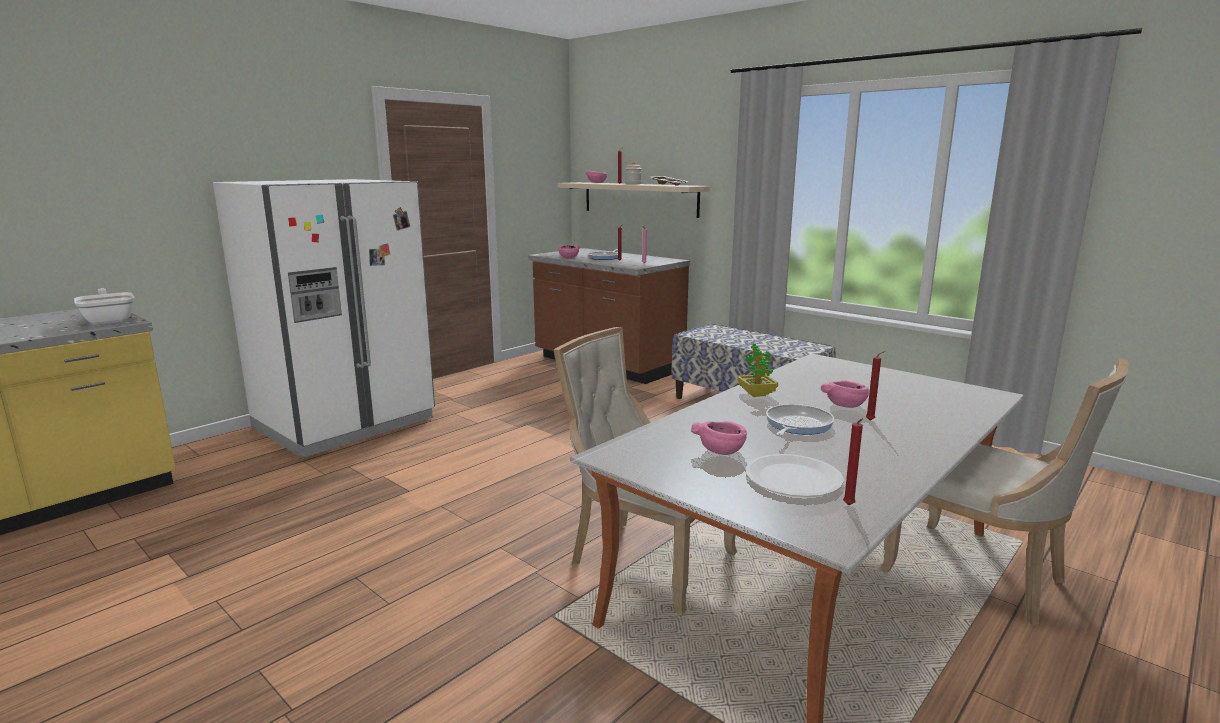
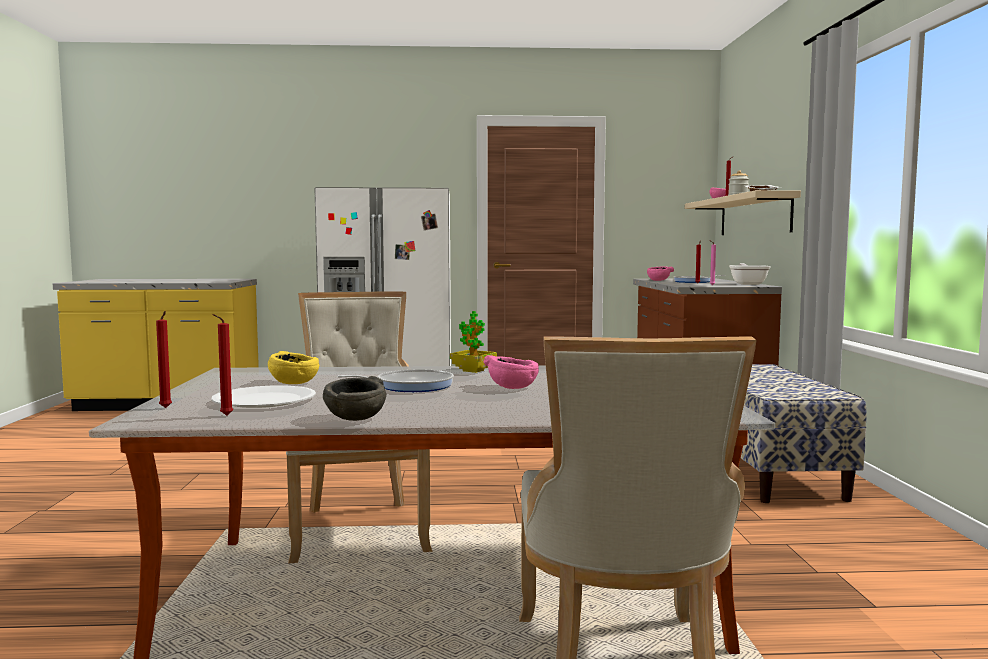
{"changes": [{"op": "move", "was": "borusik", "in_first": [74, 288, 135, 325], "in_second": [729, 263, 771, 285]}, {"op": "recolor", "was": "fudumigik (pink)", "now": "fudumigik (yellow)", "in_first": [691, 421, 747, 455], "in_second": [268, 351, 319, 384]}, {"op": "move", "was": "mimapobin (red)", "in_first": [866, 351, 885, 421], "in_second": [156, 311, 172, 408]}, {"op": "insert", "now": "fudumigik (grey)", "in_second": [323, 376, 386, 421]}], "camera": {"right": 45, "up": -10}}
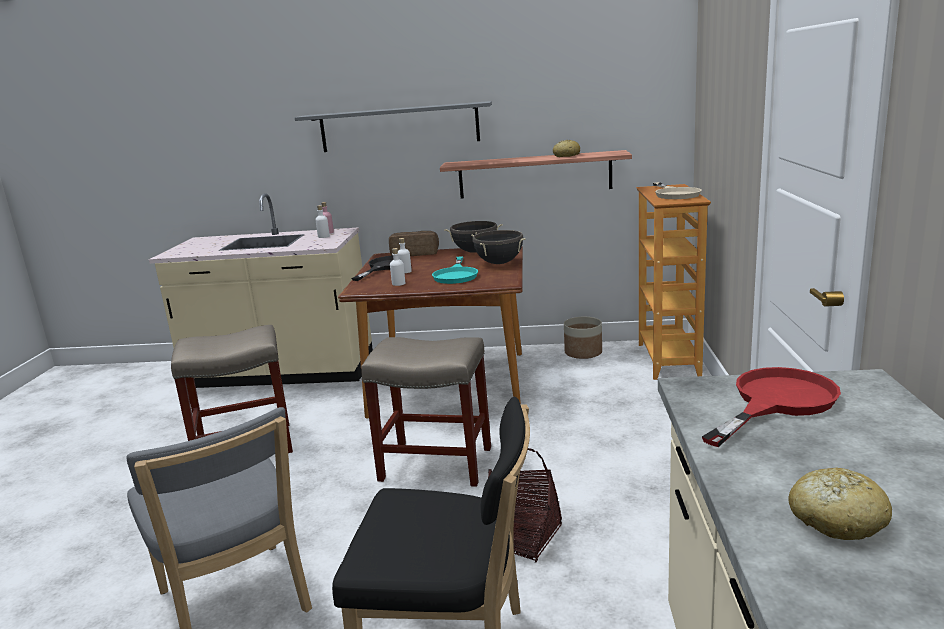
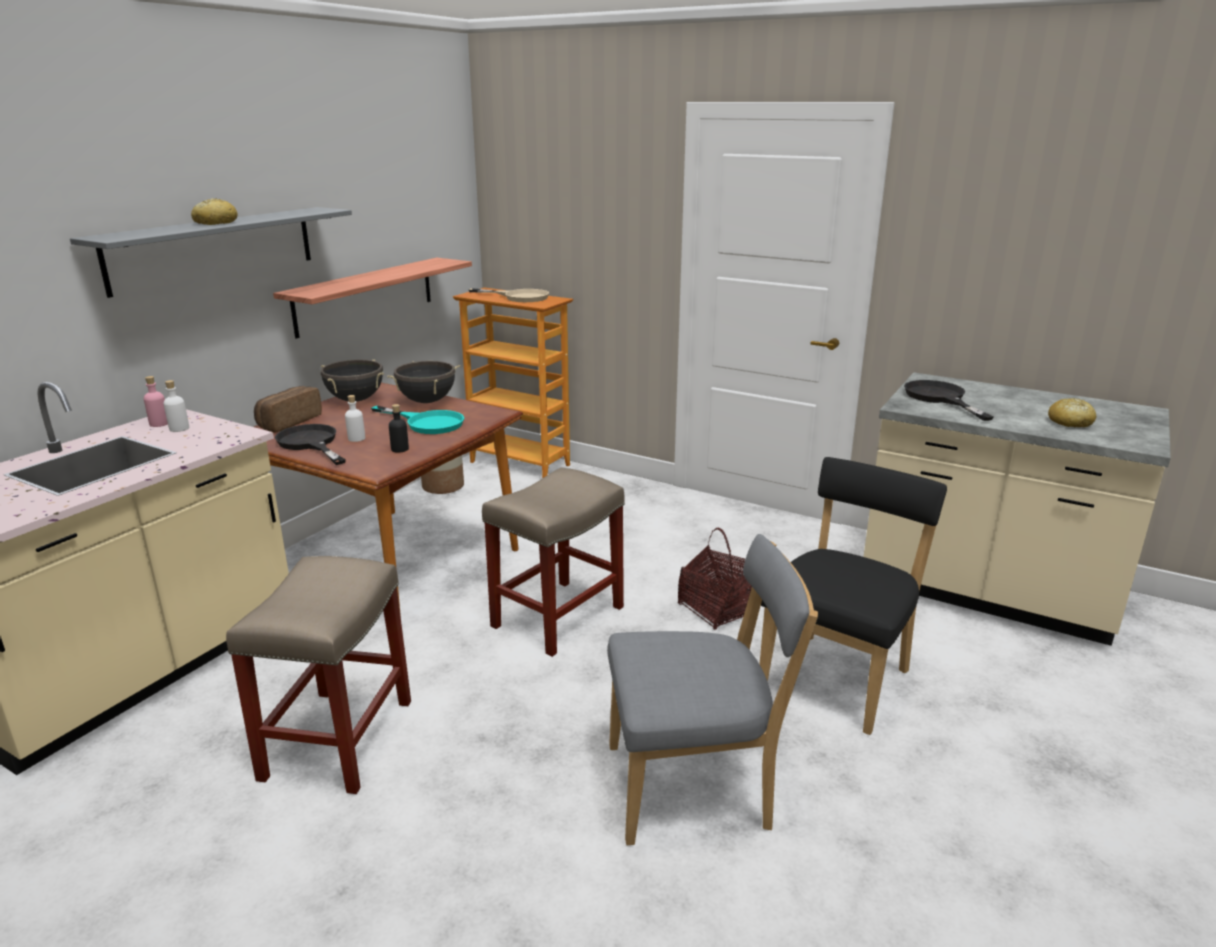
{"changes": [{"op": "recolor", "was": "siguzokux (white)", "now": "siguzokux (black)", "in_first": [390, 248, 405, 286], "in_second": [389, 404, 409, 453]}, {"op": "move", "was": "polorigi", "in_first": [553, 140, 580, 157], "in_second": [191, 198, 238, 225]}, {"op": "recolor", "was": "borusik (red)", "now": "borusik (black)", "in_first": [702, 367, 841, 447], "in_second": [904, 380, 994, 421]}], "camera": {"right": -65, "up": 5}}
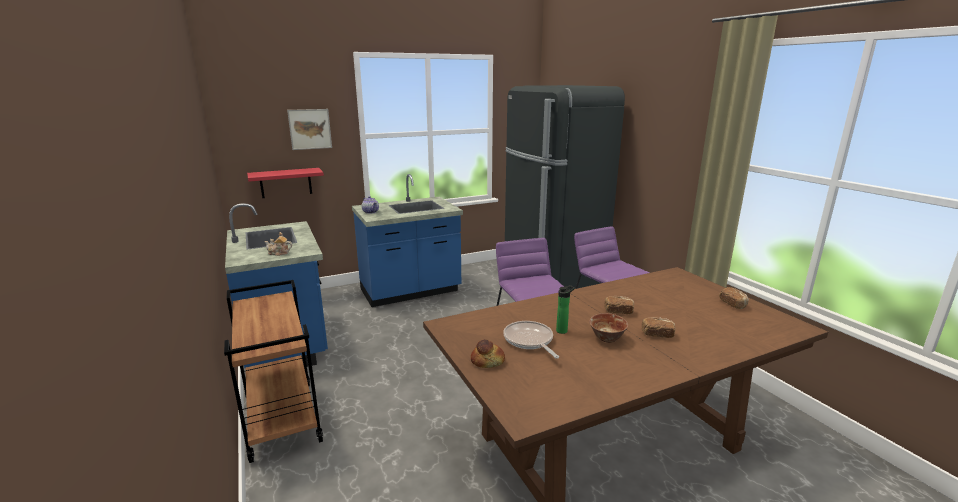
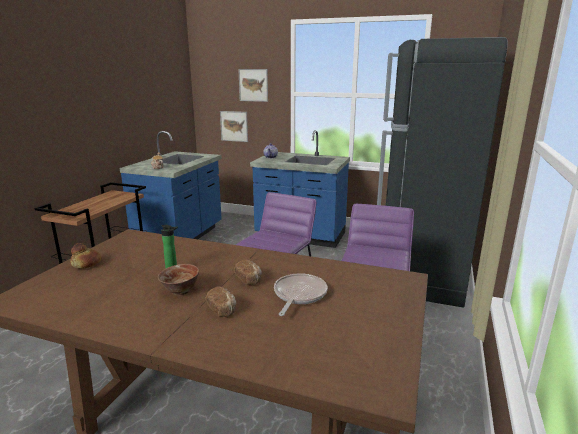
{"changes": [{"op": "replace", "was": "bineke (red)", "now": "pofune", "in_first": [247, 168, 324, 198], "in_second": [220, 111, 248, 142]}, {"op": "move", "was": "borusik", "in_first": [504, 321, 559, 358], "in_second": [274, 273, 328, 316]}, {"op": "delete", "was": "polorigi", "in_first": [719, 287, 749, 309]}], "camera": {"right": 45, "up": 0}}
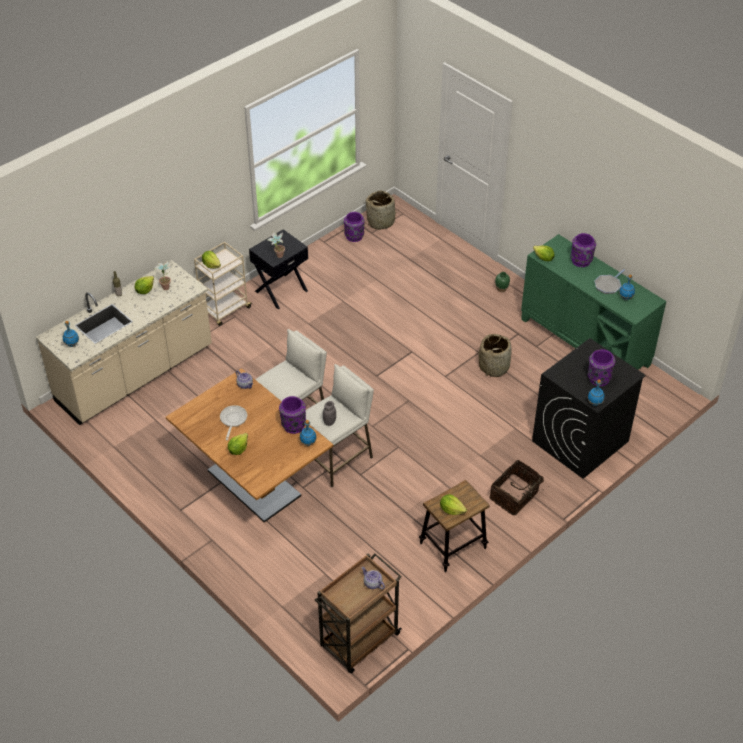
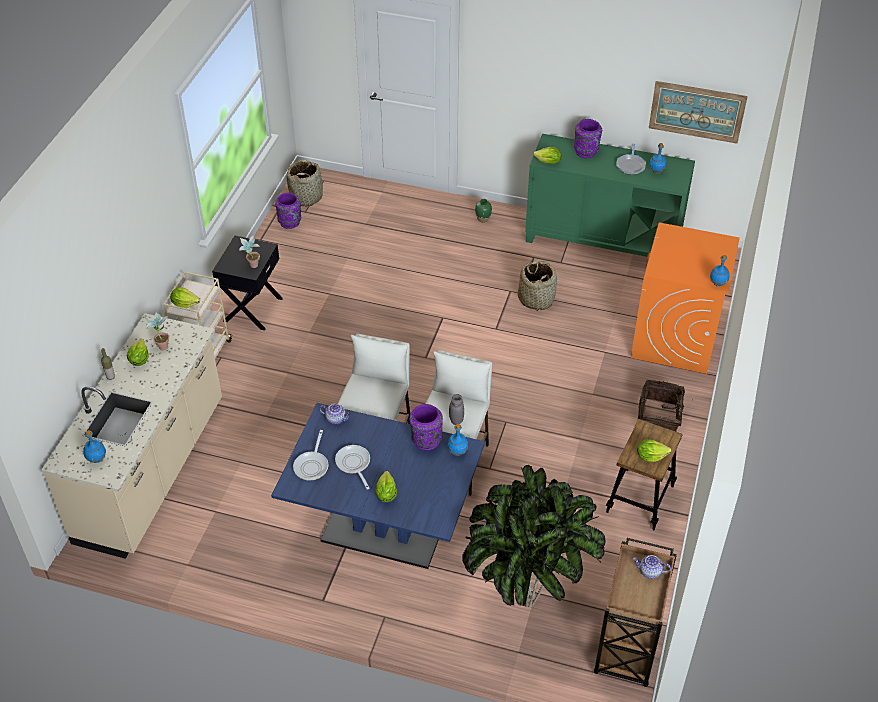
{"changes": [{"op": "recolor", "was": "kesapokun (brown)", "now": "kesapokun (blue)", "in_first": [166, 368, 333, 523], "in_second": [271, 403, 485, 569]}, {"op": "recolor", "was": "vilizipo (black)", "now": "vilizipo (orange)", "in_first": [532, 338, 646, 479], "in_second": [631, 223, 740, 374]}, {"op": "delete", "was": "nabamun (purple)", "in_first": [588, 349, 616, 386]}, {"op": "insert", "now": "borusik", "in_second": [293, 430, 328, 480]}, {"op": "insert", "now": "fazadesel", "in_second": [462, 465, 606, 607]}, {"op": "insert", "now": "pofune", "in_second": [649, 81, 748, 144]}], "camera": {"right": -30, "up": 0}}
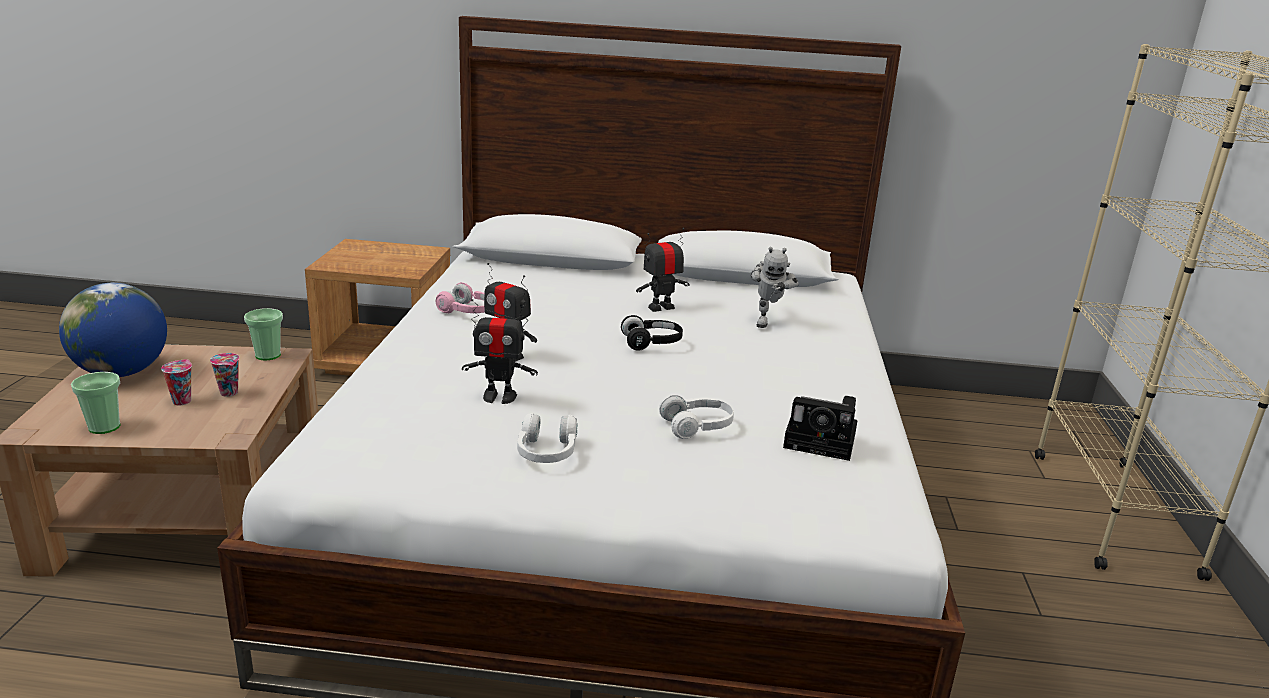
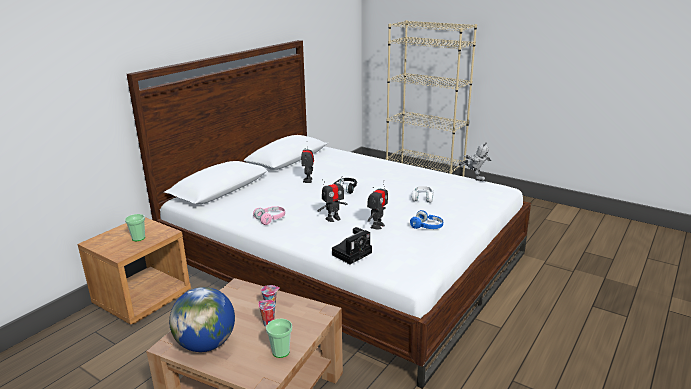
{"changes": [{"op": "move", "was": "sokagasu", "in_first": [244, 308, 283, 360], "in_second": [125, 214, 145, 241]}, {"op": "recolor", "was": "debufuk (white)", "now": "debufuk (blue)", "in_first": [517, 413, 578, 463], "in_second": [410, 210, 443, 229]}, {"op": "move", "was": "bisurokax", "in_first": [750, 247, 799, 328], "in_second": [459, 142, 491, 181]}, {"op": "move", "was": "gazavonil", "in_first": [783, 396, 857, 461], "in_second": [332, 227, 372, 264]}], "camera": {"right": -60, "up": 0}}
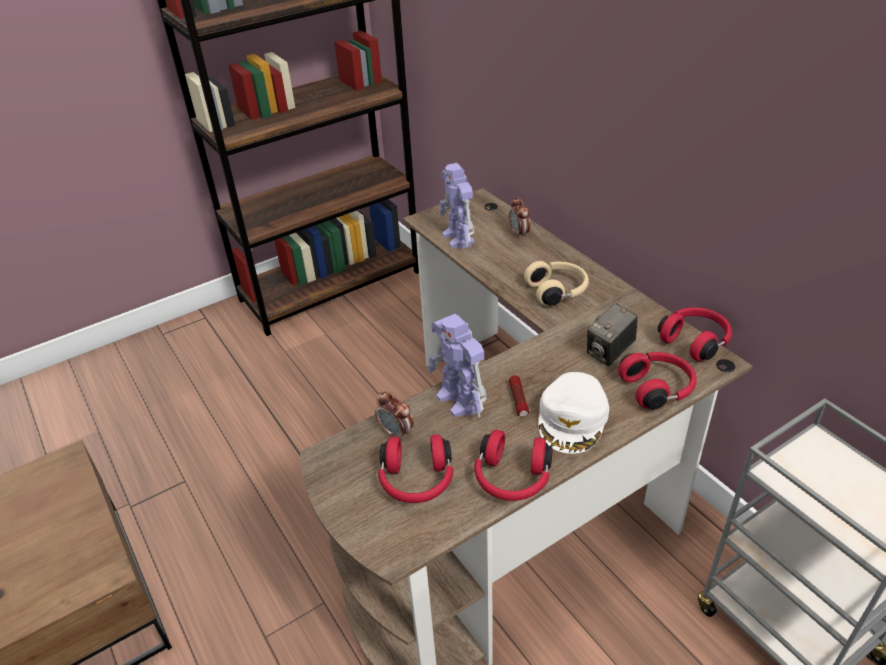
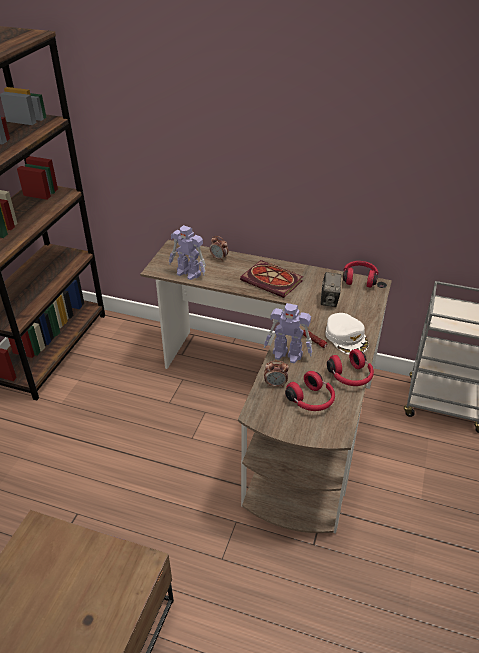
{"changes": [{"op": "replace", "was": "debufuk (beige)", "now": "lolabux", "in_first": [524, 261, 589, 306], "in_second": [240, 260, 303, 298]}, {"op": "delete", "was": "debufuk (red)", "in_first": [618, 352, 697, 409]}], "camera": {"right": -40, "up": 0}}
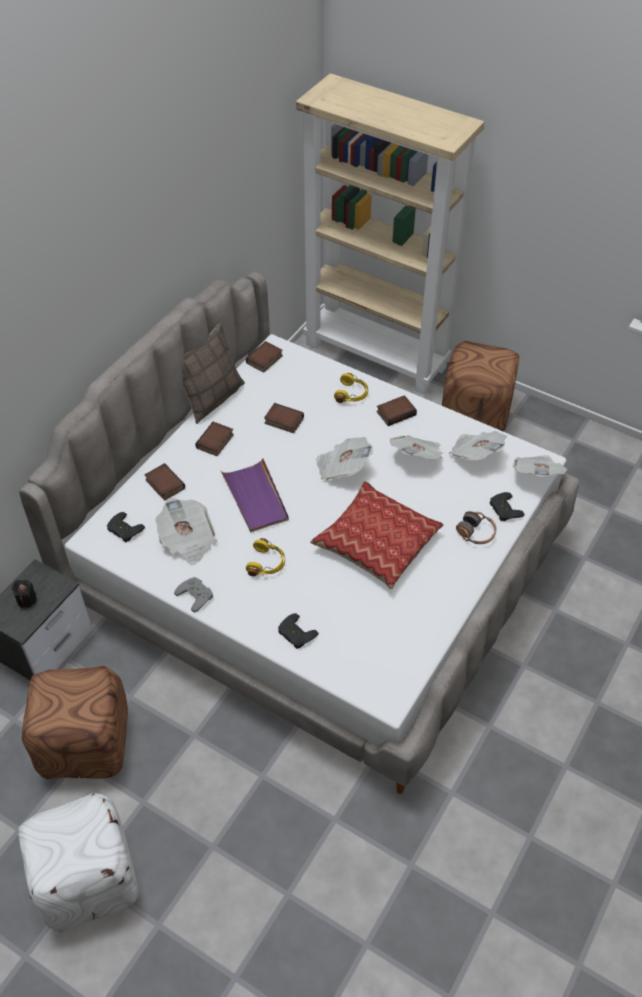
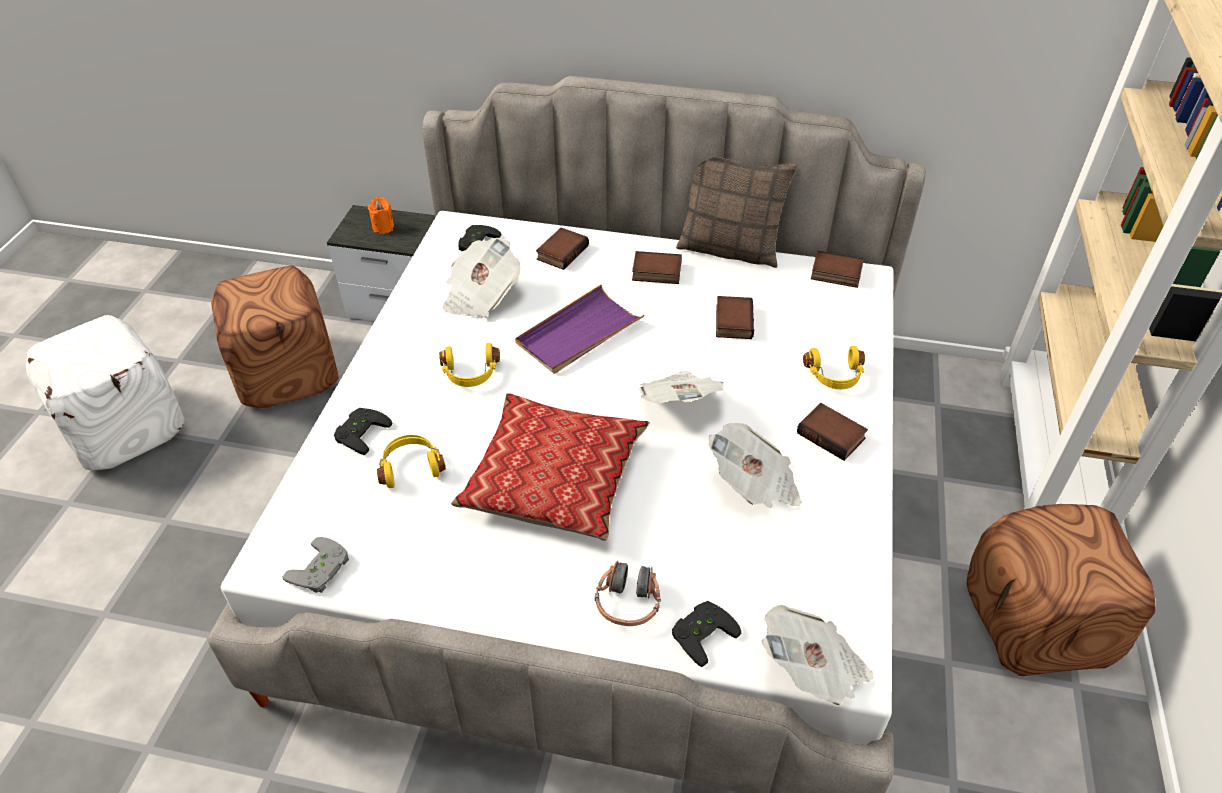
{"changes": [{"op": "recolor", "was": "mimapobin (black)", "now": "mimapobin (orange)", "in_first": [12, 580, 37, 608], "in_second": [368, 197, 394, 234]}, {"op": "move", "was": "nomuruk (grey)", "in_first": [174, 577, 213, 613], "in_second": [283, 537, 349, 593]}, {"op": "delete", "was": "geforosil", "in_first": [448, 432, 508, 461]}, {"op": "insert", "now": "debufuk (yellow)", "in_second": [377, 435, 446, 488]}], "camera": {"right": 70, "up": -5}}
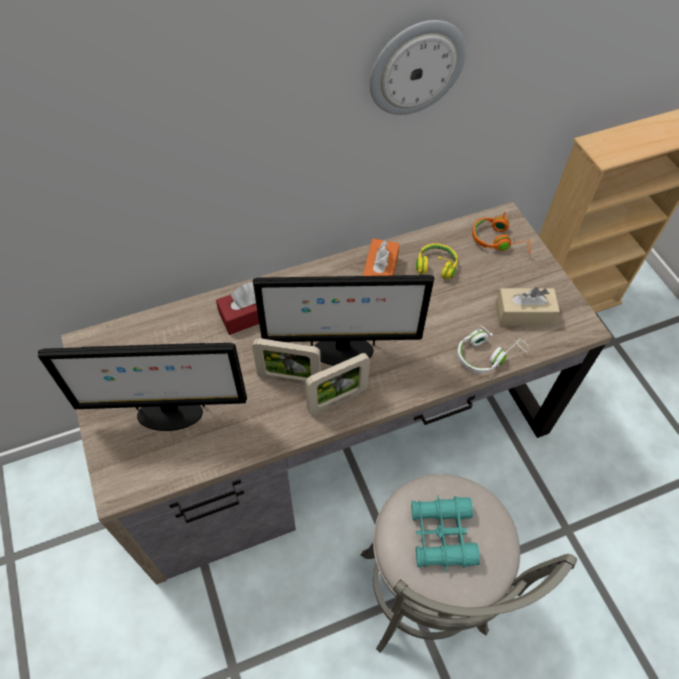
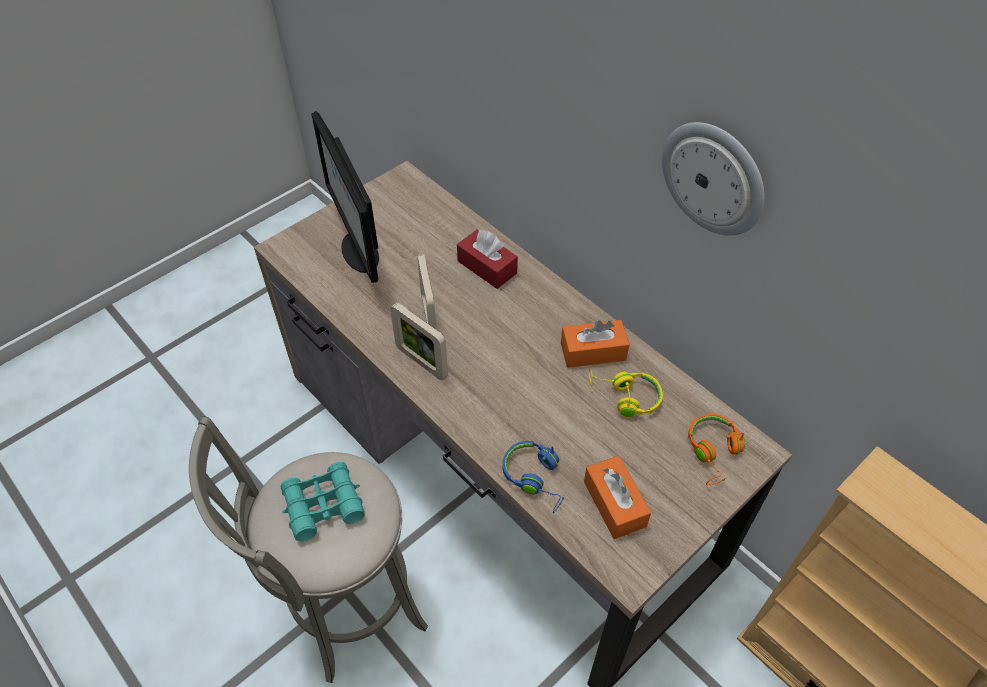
{"changes": [{"op": "delete", "was": "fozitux", "in_first": [253, 275, 434, 365]}, {"op": "recolor", "was": "debufuk (white)", "now": "debufuk (blue)", "in_first": [457, 326, 529, 373], "in_second": [502, 441, 565, 513]}, {"op": "recolor", "was": "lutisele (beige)", "now": "lutisele (orange)", "in_first": [495, 287, 560, 325], "in_second": [584, 456, 651, 539]}], "camera": {"right": 70, "up": -5}}
